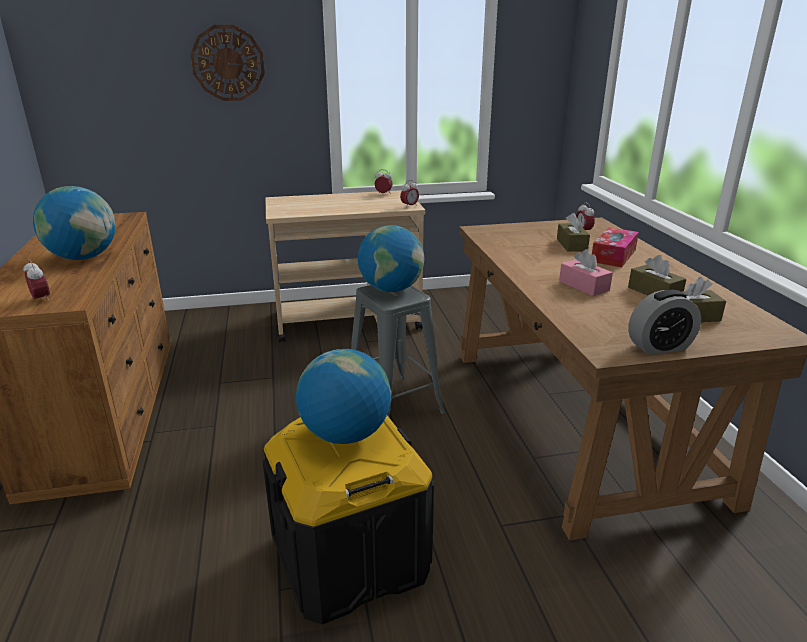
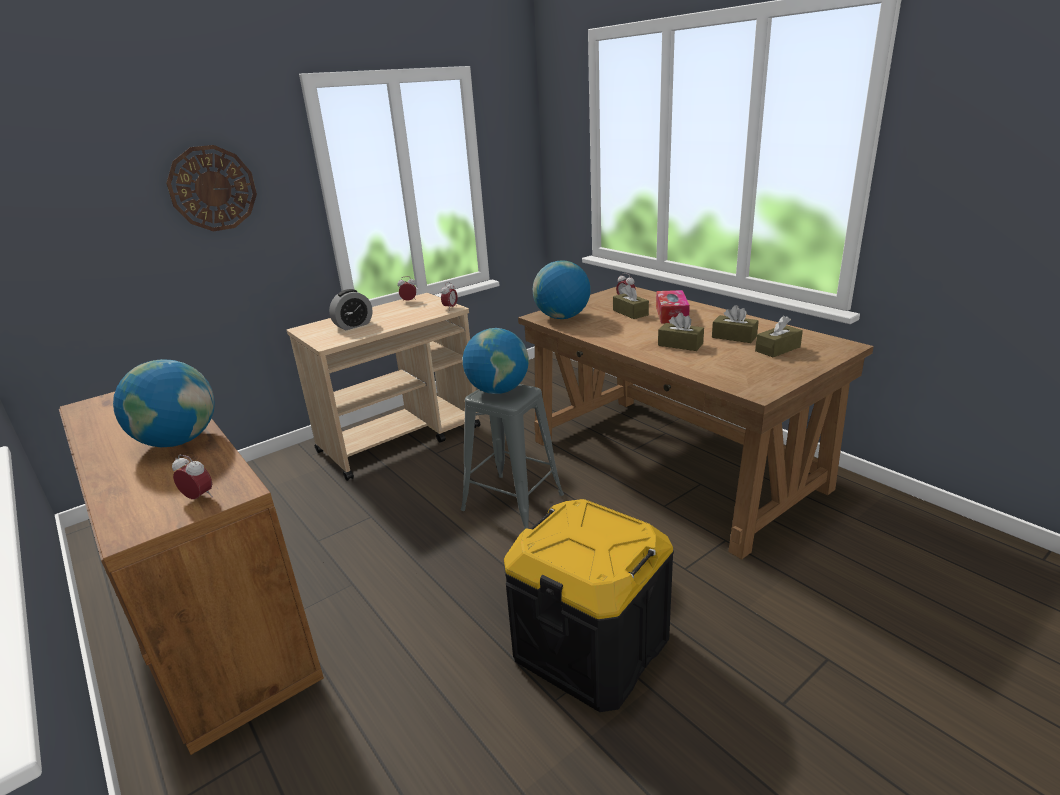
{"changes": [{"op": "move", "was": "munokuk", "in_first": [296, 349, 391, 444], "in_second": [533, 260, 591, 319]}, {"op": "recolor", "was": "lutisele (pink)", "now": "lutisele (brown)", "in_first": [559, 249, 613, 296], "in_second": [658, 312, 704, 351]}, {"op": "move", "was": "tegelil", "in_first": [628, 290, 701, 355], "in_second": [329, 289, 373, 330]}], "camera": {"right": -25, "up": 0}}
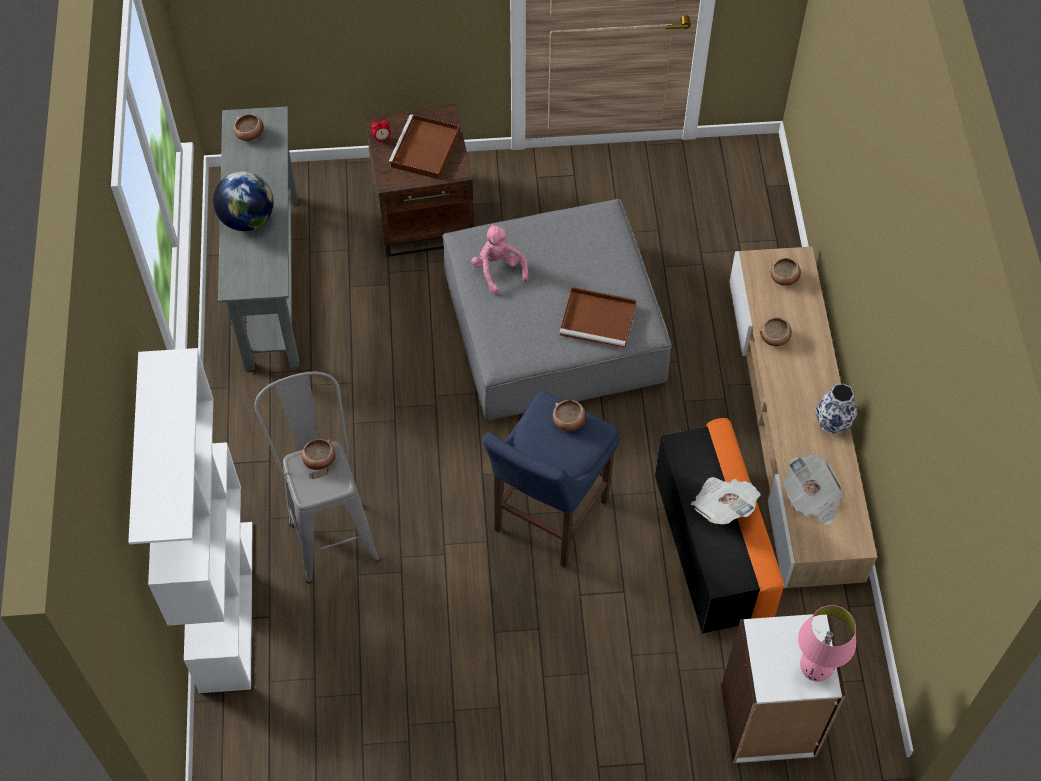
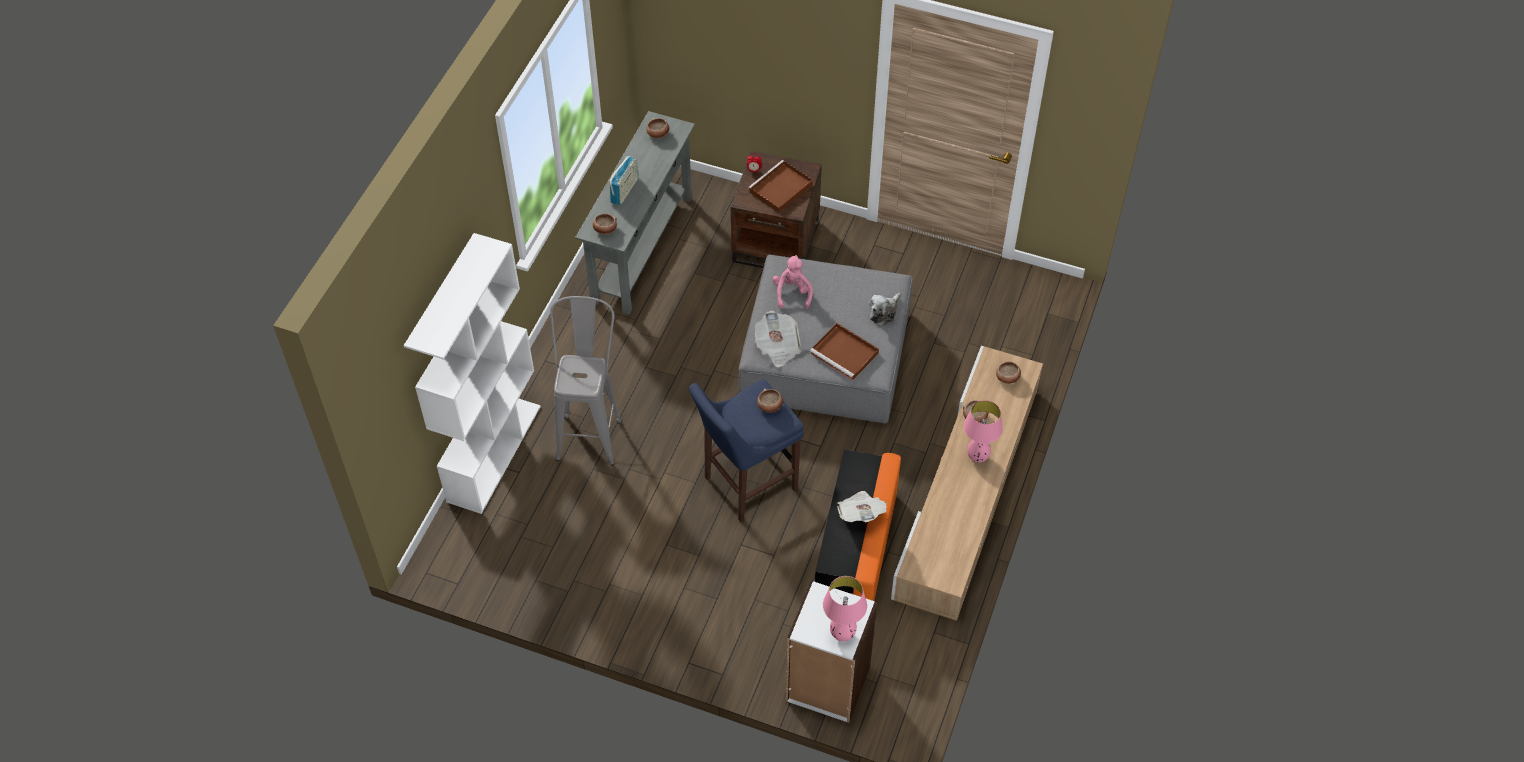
{"changes": [{"op": "replace", "was": "munokuk", "now": "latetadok", "in_first": [213, 171, 273, 231], "in_second": [609, 156, 639, 205]}, {"op": "move", "was": "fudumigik", "in_first": [302, 439, 335, 470], "in_second": [593, 214, 617, 234]}, {"op": "move", "was": "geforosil", "in_first": [784, 454, 845, 525], "in_second": [755, 310, 801, 367]}, {"op": "delete", "was": "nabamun", "in_first": [815, 383, 858, 435]}, {"op": "insert", "now": "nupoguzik", "in_second": [869, 293, 901, 326]}, {"op": "insert", "now": "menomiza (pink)", "in_second": [964, 400, 1003, 463]}], "camera": {"right": 25, "up": -5}}
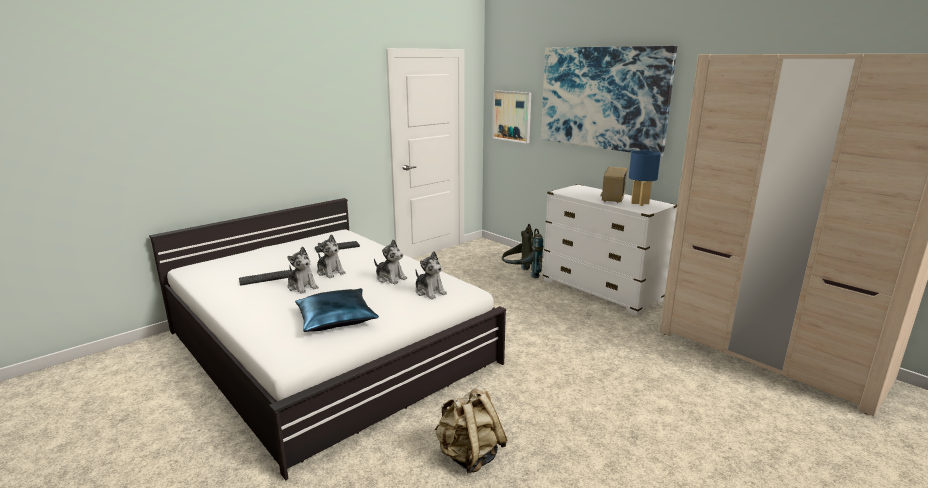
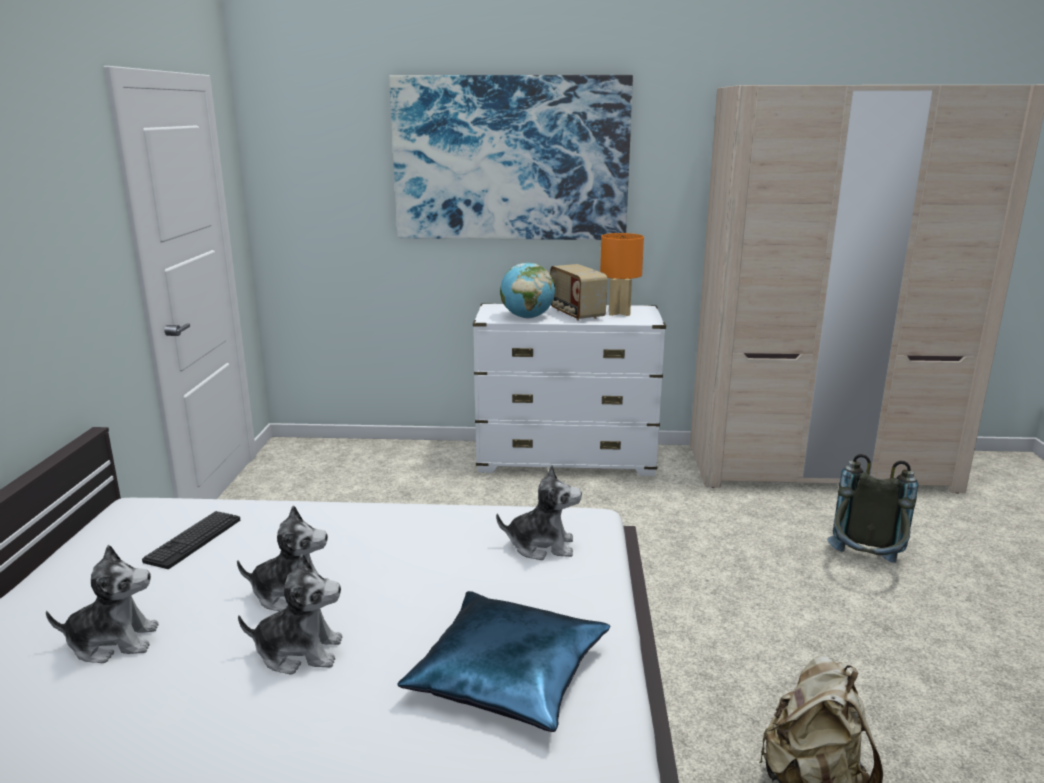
{"changes": [{"op": "delete", "was": "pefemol", "in_first": [239, 270, 290, 286]}, {"op": "move", "was": "nupoguzik", "in_first": [374, 239, 407, 284], "in_second": [46, 545, 159, 663]}, {"op": "delete", "was": "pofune", "in_first": [492, 90, 531, 144]}, {"op": "move", "was": "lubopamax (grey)", "in_first": [502, 224, 543, 278], "in_second": [827, 454, 918, 563]}, {"op": "recolor", "was": "menomiza (blue)", "now": "menomiza (orange)", "in_first": [629, 150, 661, 206], "in_second": [600, 233, 644, 316]}, {"op": "insert", "now": "munokuk", "in_second": [500, 263, 555, 318]}], "camera": {"right": -45, "up": 0}}
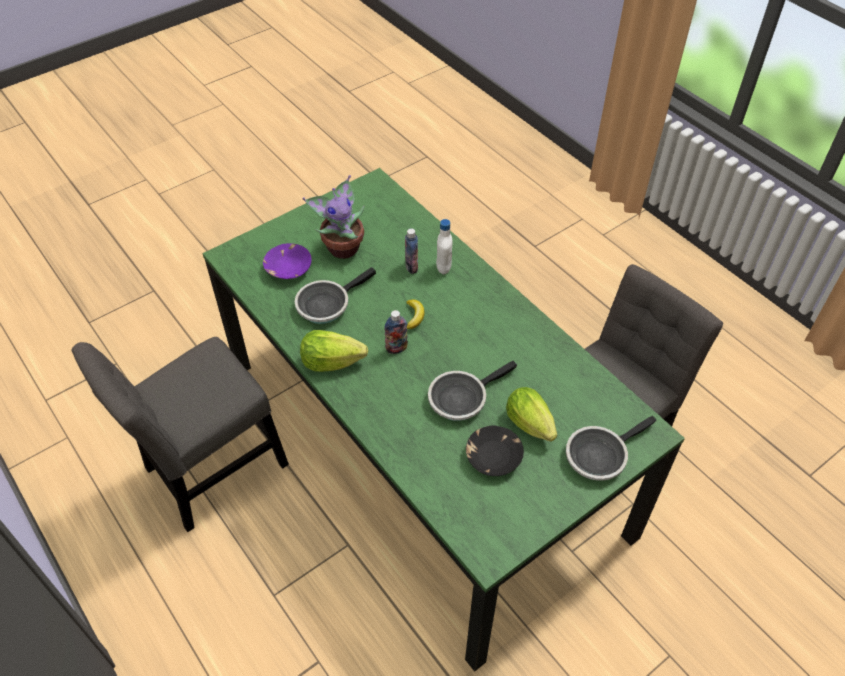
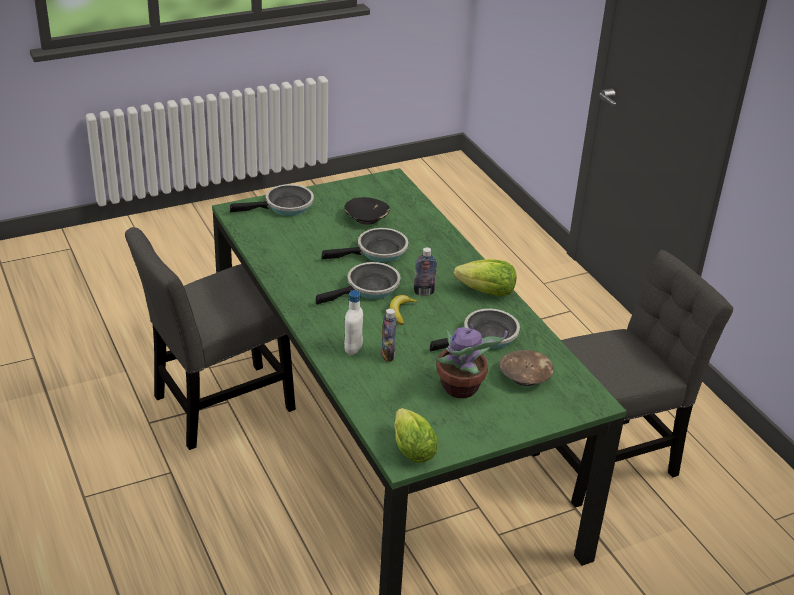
{"changes": [{"op": "recolor", "was": "fudumigik (purple)", "now": "fudumigik (brown)", "in_first": [263, 243, 312, 279], "in_second": [499, 350, 554, 386]}, {"op": "move", "was": "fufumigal", "in_first": [506, 387, 557, 442], "in_second": [395, 408, 437, 463]}, {"op": "insert", "now": "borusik", "in_second": [316, 262, 401, 305]}], "camera": {"right": -170, "up": -15}}
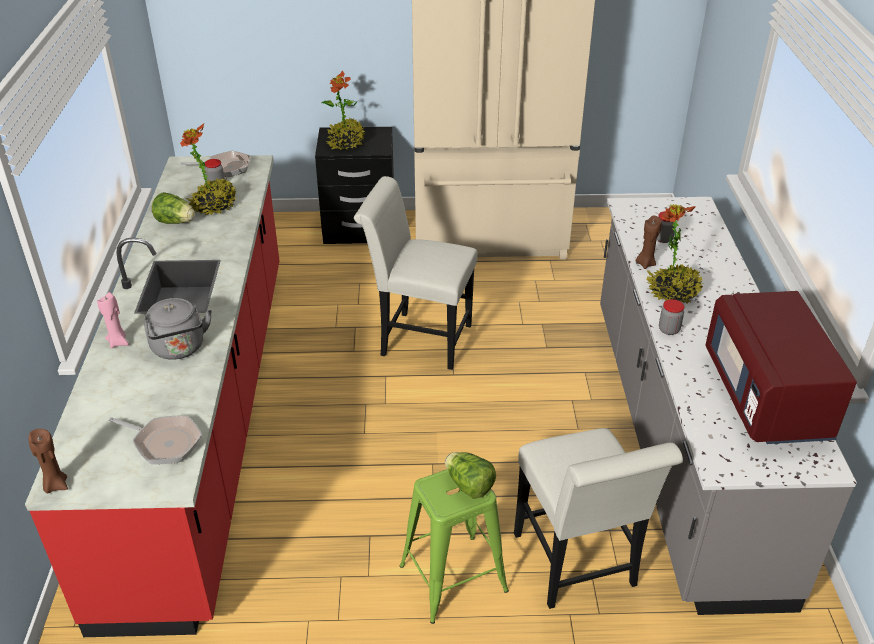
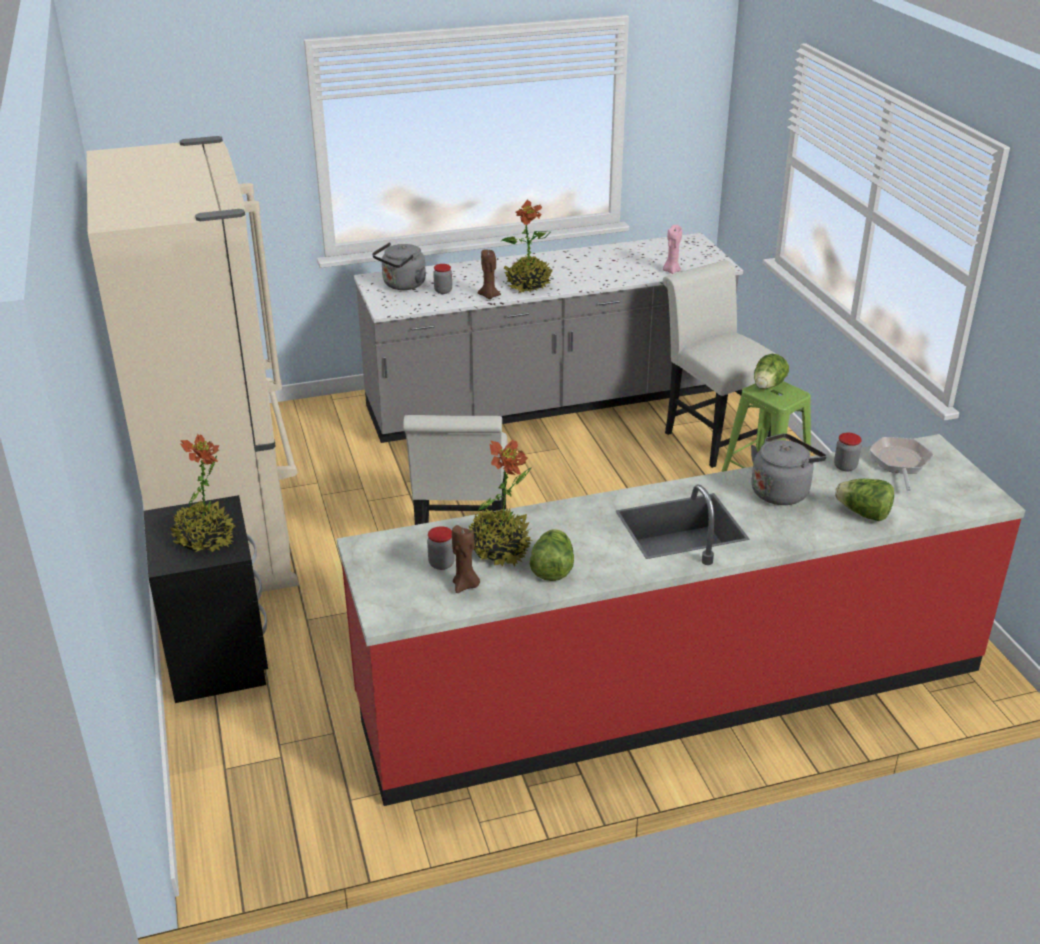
{"changes": [{"op": "move", "was": "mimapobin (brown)", "in_first": [29, 429, 68, 493], "in_second": [452, 525, 480, 593]}, {"op": "move", "was": "mimapobin (pink)", "in_first": [97, 292, 129, 348], "in_second": [663, 225, 682, 274]}, {"op": "delete", "was": "borusik", "in_first": [180, 151, 251, 177]}, {"op": "rotate", "was": "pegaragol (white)", "in_first": [514, 428, 683, 609], "in_second": [663, 260, 779, 468], "clockwise": -90}, {"op": "move", "was": "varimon", "in_first": [659, 299, 684, 335], "in_second": [834, 433, 862, 472]}, {"op": "delete", "was": "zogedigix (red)", "in_first": [705, 291, 857, 444]}, {"op": "insert", "now": "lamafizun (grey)", "in_second": [372, 242, 426, 290]}, {"op": "insert", "now": "fufumigal", "in_second": [835, 479, 894, 521]}], "camera": {"right": -105, "up": -5}}
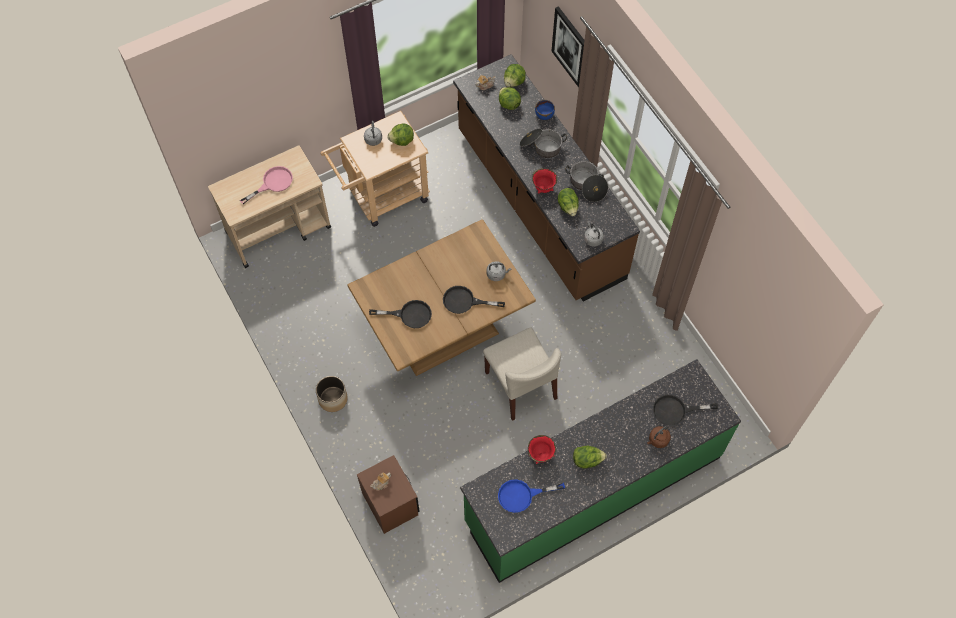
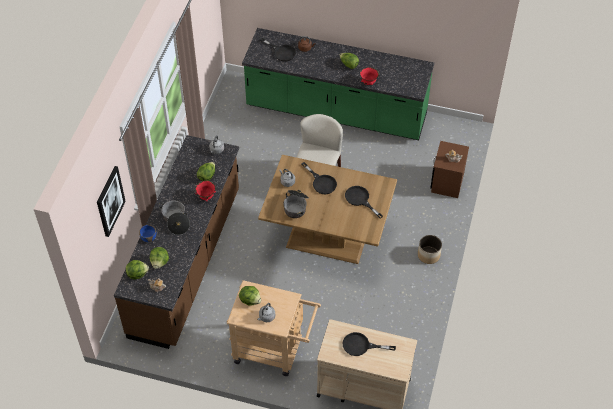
{"changes": [{"op": "recolor", "was": "borusik (pink)", "now": "borusik (black)", "in_first": [240, 166, 293, 204], "in_second": [343, 332, 396, 356]}, {"op": "delete", "was": "borusik (blue)", "in_first": [498, 479, 565, 513]}, {"op": "move", "was": "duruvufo", "in_first": [565, 161, 608, 202], "in_second": [283, 190, 309, 218]}], "camera": {"right": -135, "up": -10}}
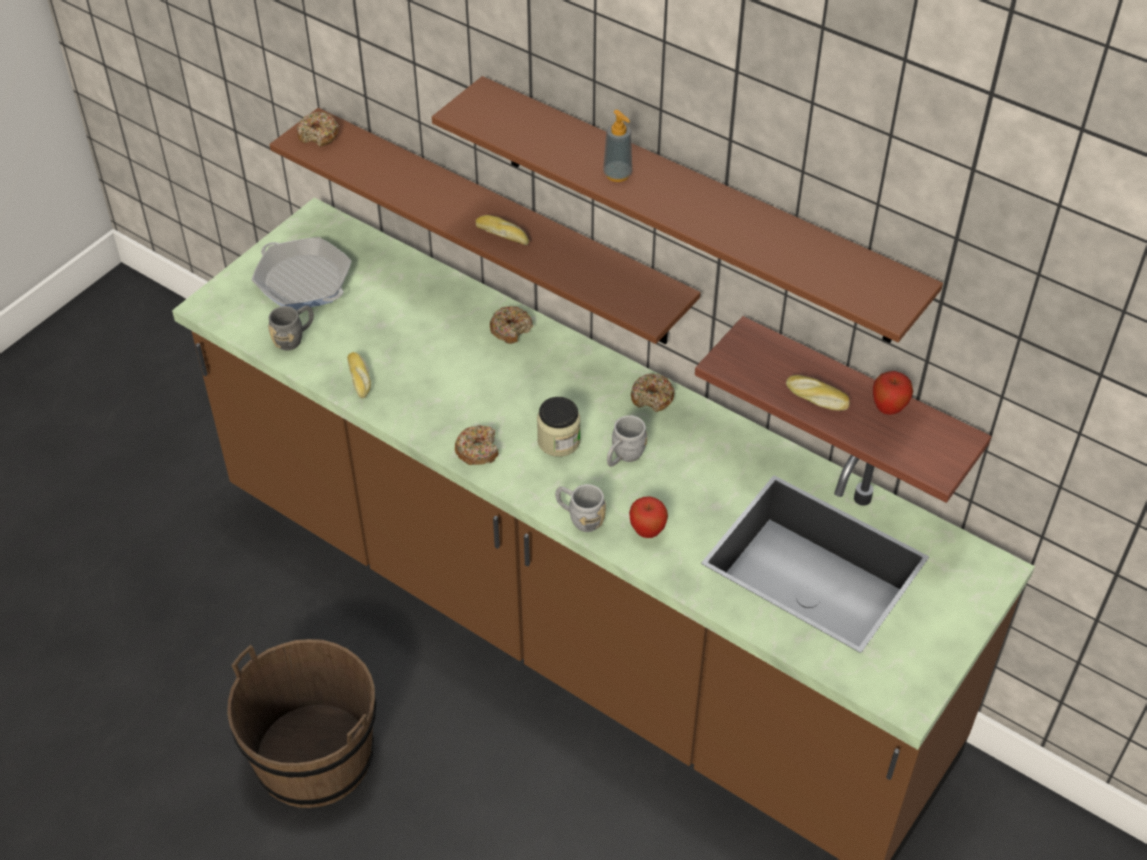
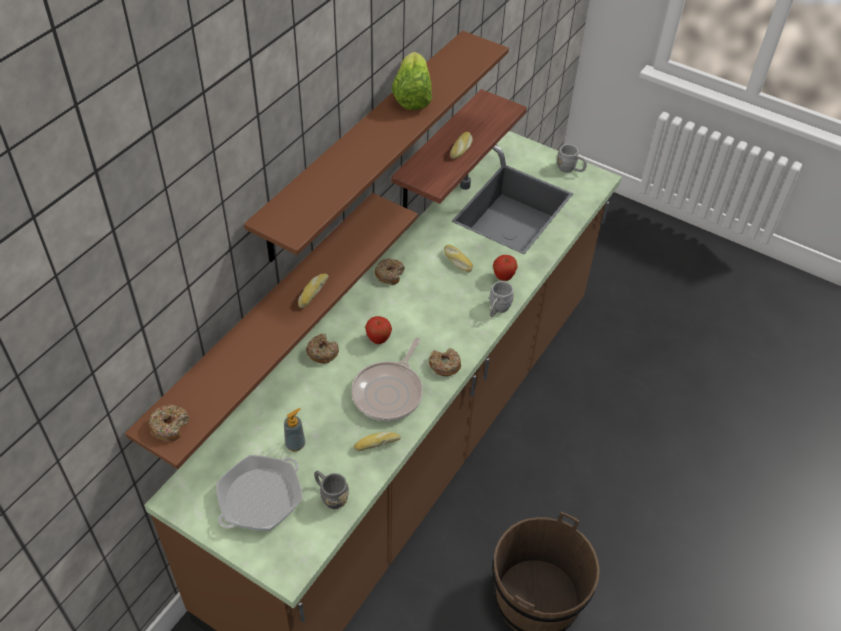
{"changes": [{"op": "delete", "was": "varimon", "in_first": [537, 397, 581, 457]}, {"op": "move", "was": "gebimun", "in_first": [603, 110, 632, 182], "in_second": [284, 408, 305, 452]}, {"op": "move", "was": "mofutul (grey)", "in_first": [607, 415, 647, 467], "in_second": [557, 144, 587, 173]}, {"op": "move", "was": "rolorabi", "in_first": [873, 371, 913, 415], "in_second": [365, 316, 392, 344]}, {"op": "insert", "now": "borusik", "in_second": [351, 338, 423, 421]}, {"op": "insert", "now": "fufumigal", "in_second": [392, 52, 432, 110]}, {"op": "insert", "now": "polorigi", "in_second": [444, 245, 473, 272]}], "camera": {"right": -95, "up": 0}}
